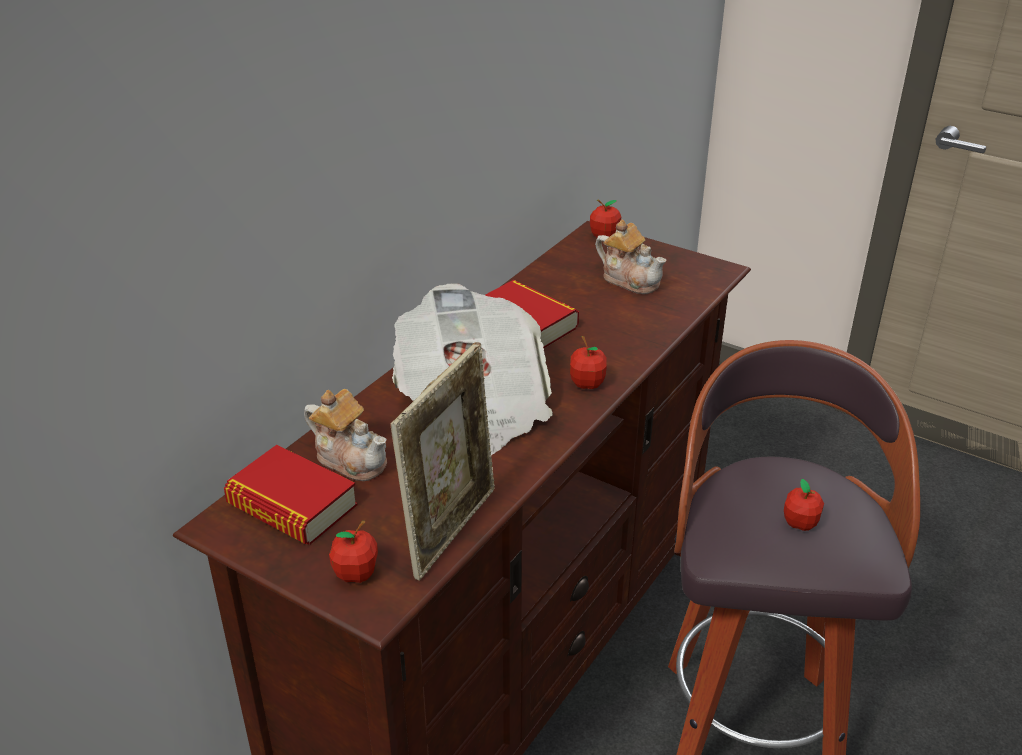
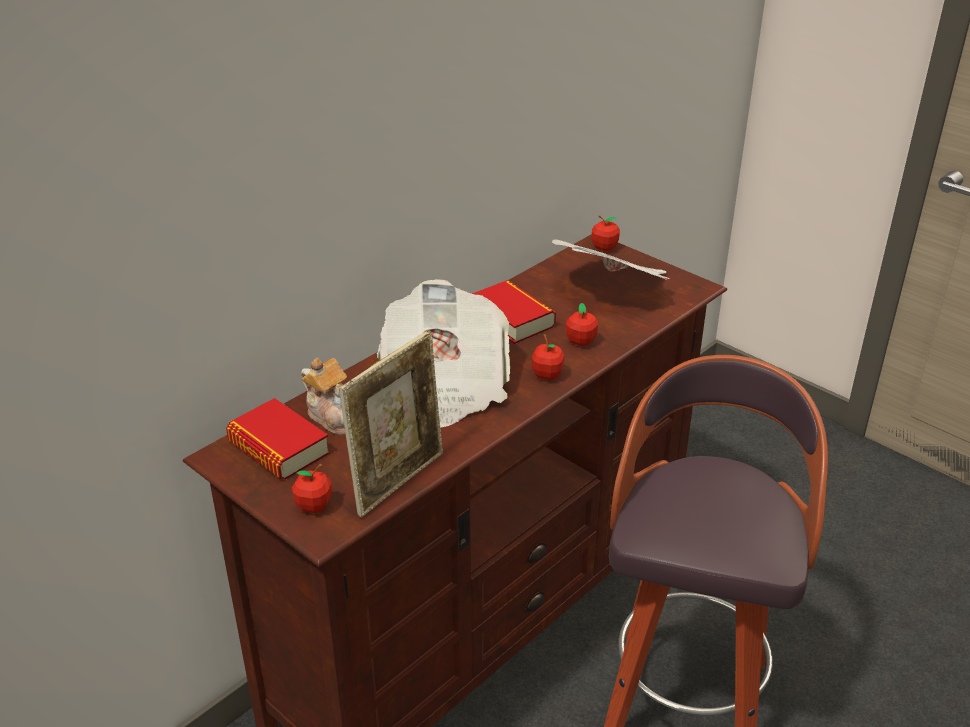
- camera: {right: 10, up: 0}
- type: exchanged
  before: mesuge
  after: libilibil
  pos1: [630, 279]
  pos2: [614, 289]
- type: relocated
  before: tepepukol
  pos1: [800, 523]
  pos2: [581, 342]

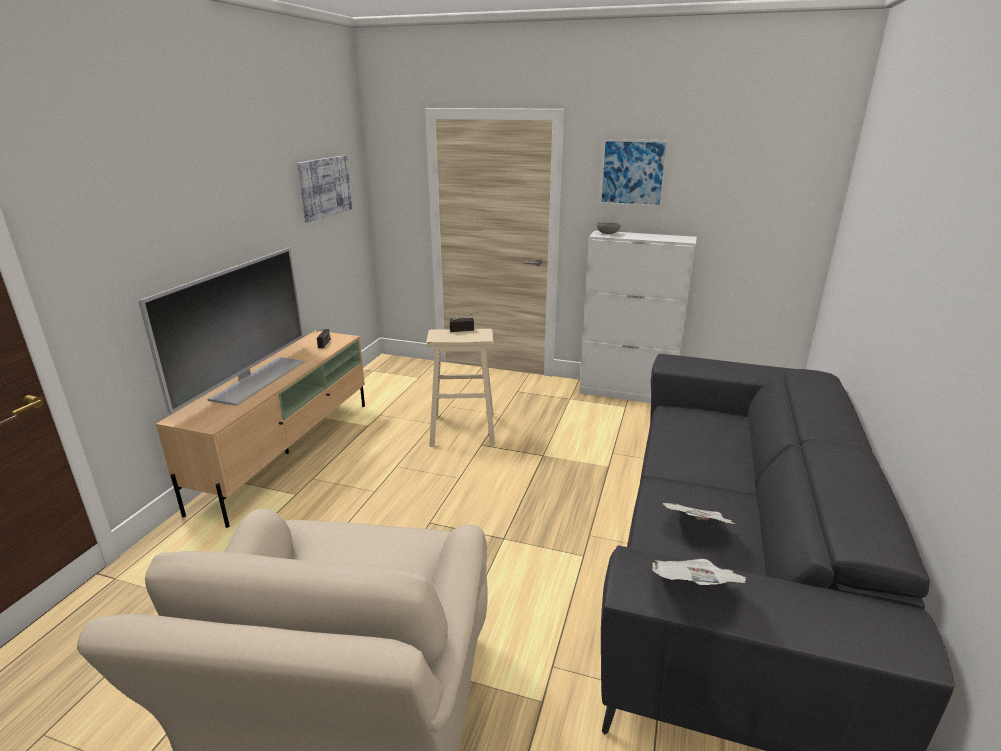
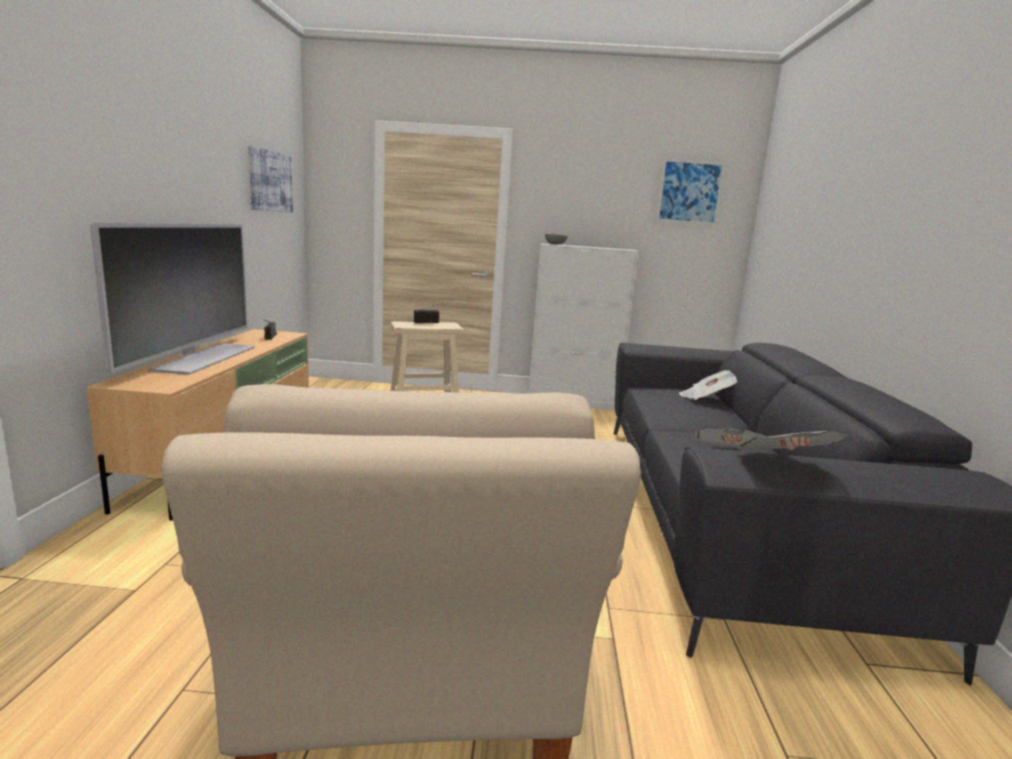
- camera: {right: -15, up: -10}
- type: relocated
  before: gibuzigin
  pos1: [632, 173]
  pos2: [689, 192]
- type: appeared
  after: libilibil
  pos2: [707, 398]

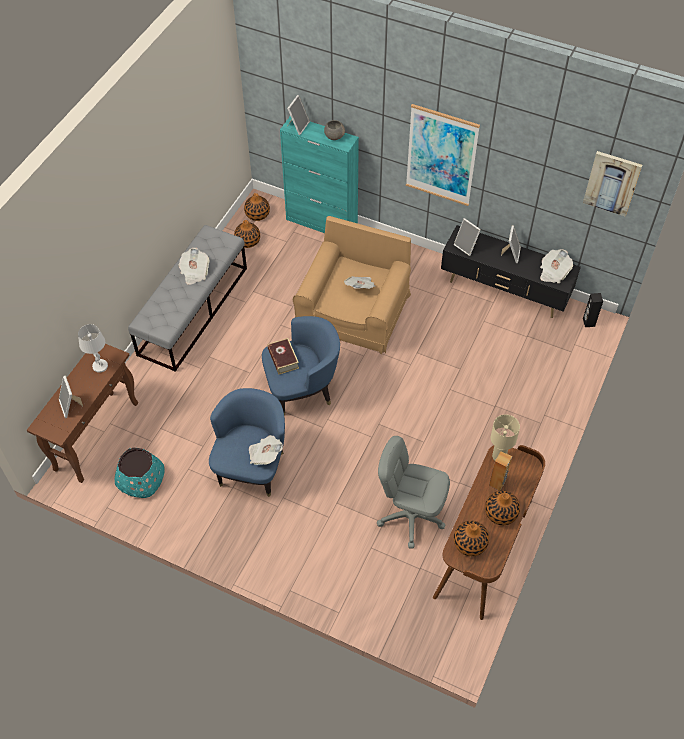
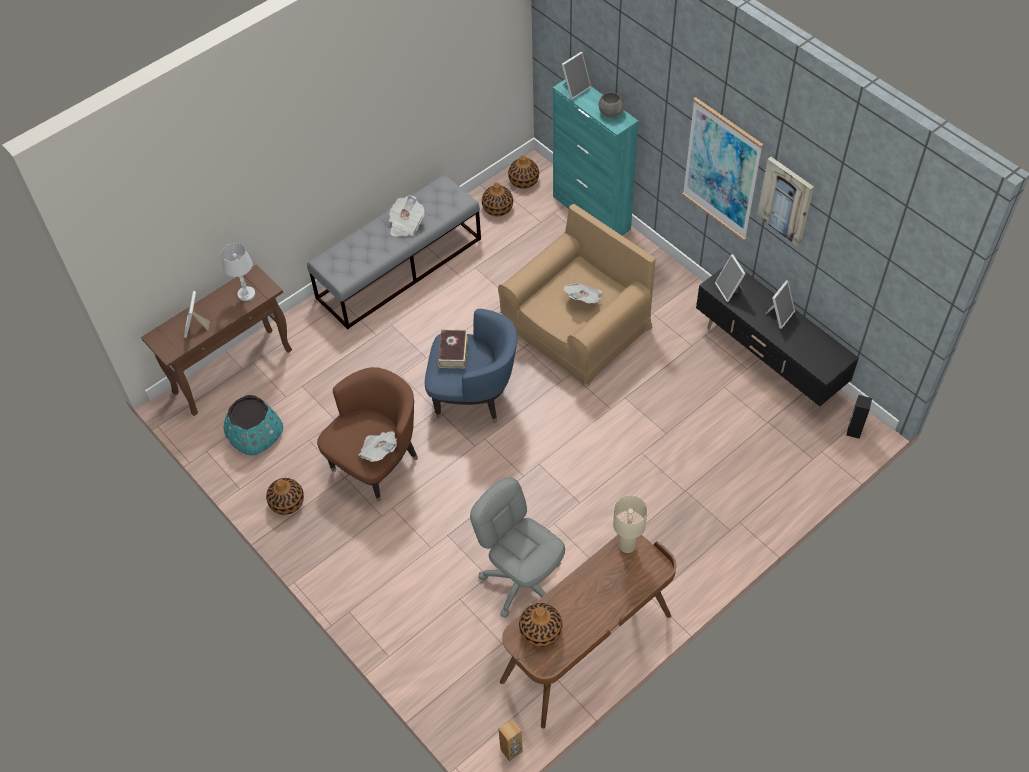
- camera: {right: 25, up: 0}
- type: relocated
  before: gibuzigin
  pos1: [612, 183]
  pos2: [786, 200]
- type: missing
  before: libilibil
  pos1: [553, 272]
- type: colour
  before: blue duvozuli
  after: brown duvozuli
  pos1: [252, 467]
  pos2: [376, 462]
- type: relocated
  before: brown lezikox
  pos1: [497, 483]
  pos2: [511, 751]
- type: relocated
  before: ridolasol
  pos1: [500, 513]
  pos2: [287, 502]

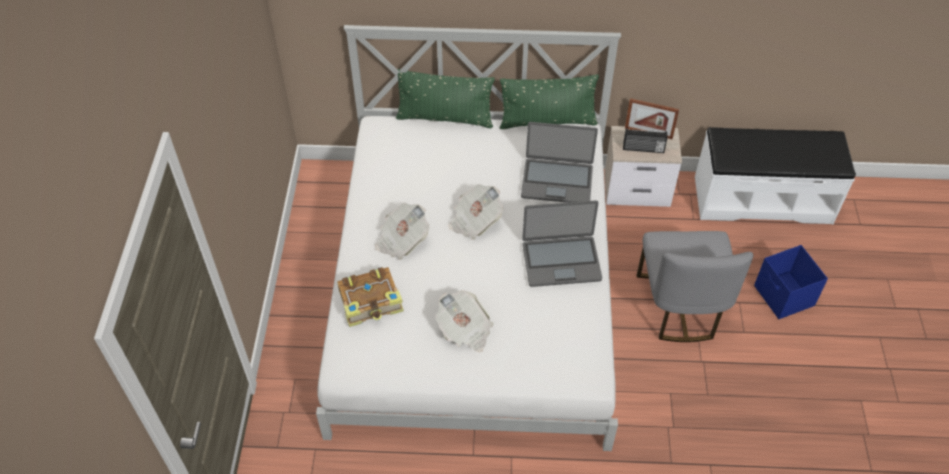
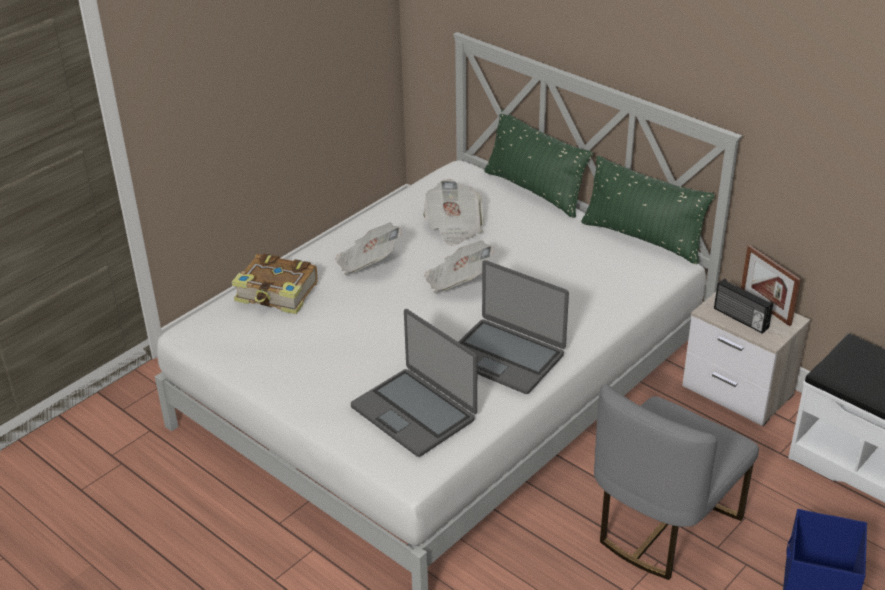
- camera: {right: 40, up: -15}
- type: relocated
  before: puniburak
  pos1: [557, 181]
  pos2: [414, 412]
- type: relocated
  before: libilibil
  pos1: [465, 330]
  pos2: [454, 227]

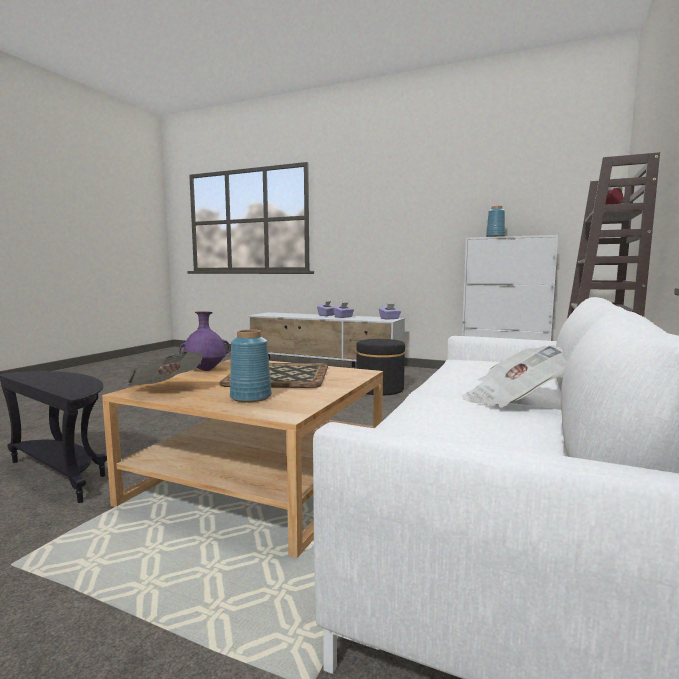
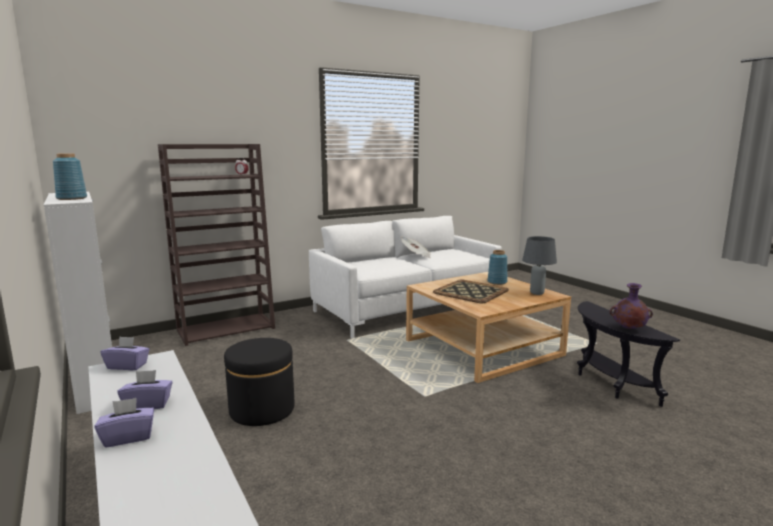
- camera: {right: -145, up: 5}
- type: relocated
  before: purple ridolasol
  pos1: [206, 370]
  pos2: [628, 329]
- type: exchanged
  before: libilibil
  after: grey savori
  pos1: [166, 389]
  pos2: [537, 293]

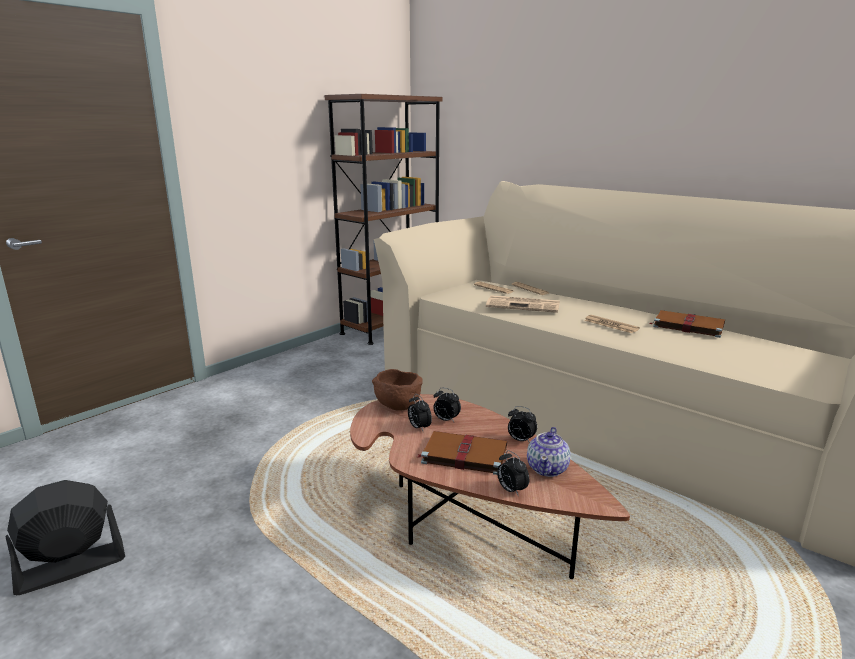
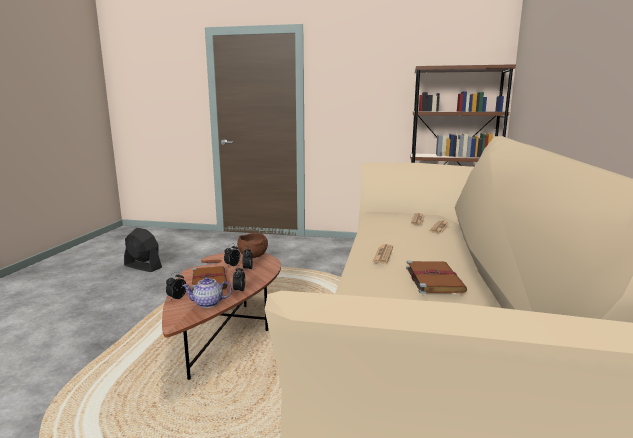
- camera: {right: 60, up: -5}
- type: missing
  before: libilibil
  pos1: [524, 305]

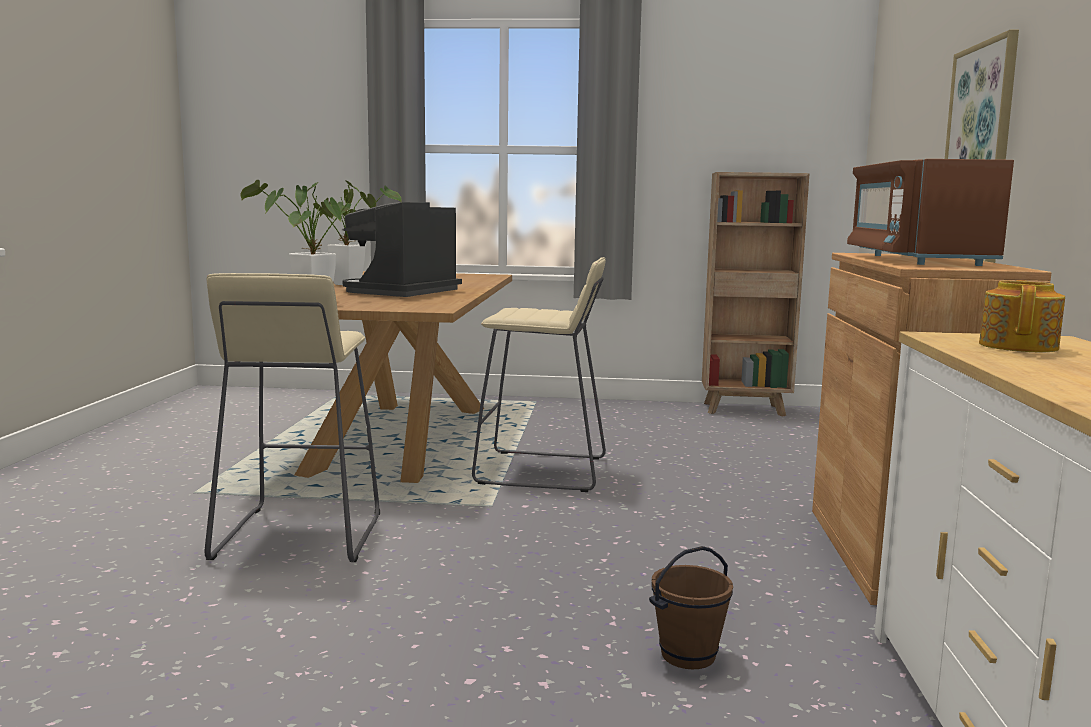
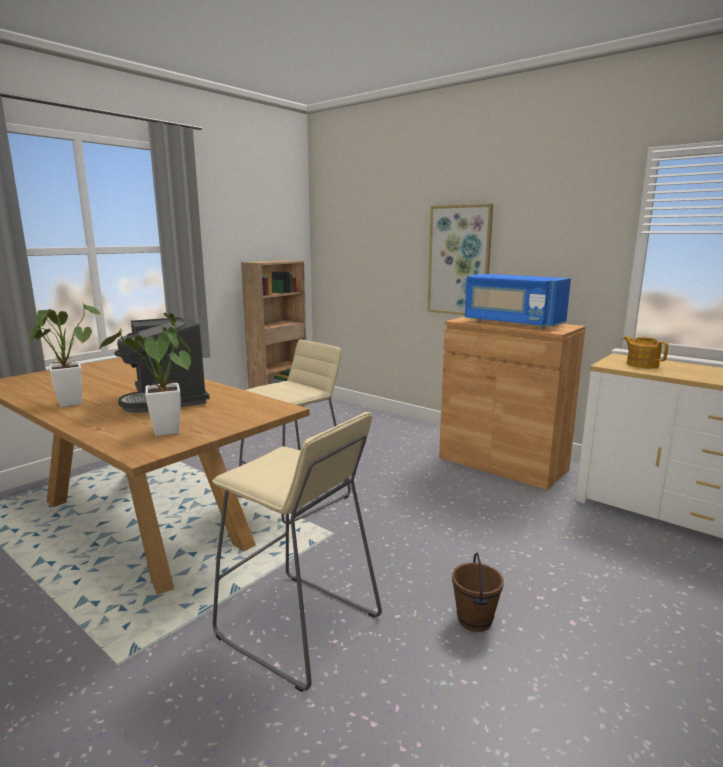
- camera: {right: -55, up: 5}
- type: colour
  before: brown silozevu
  after: blue silozevu
  pos1: [916, 260]
  pos2: [512, 323]
- type: relocated
  before: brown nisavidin
  pos1: [688, 656]
  pos2: [475, 620]

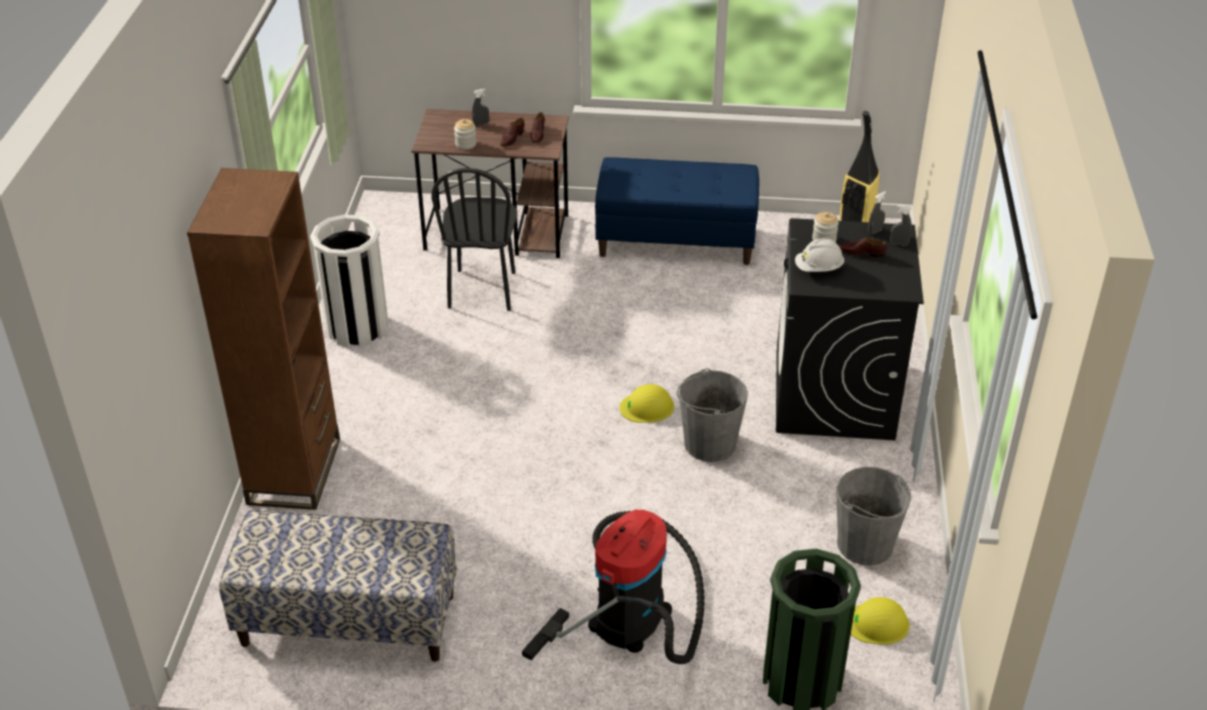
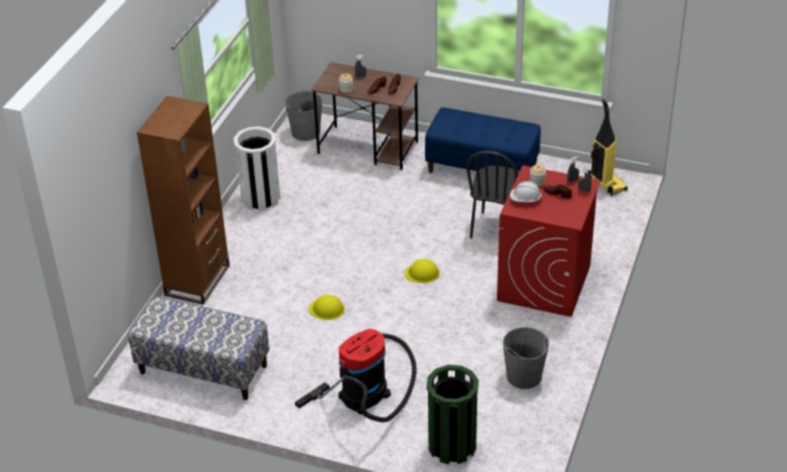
- camera: {right: 15, up: 0}
- type: relocated
  before: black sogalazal
  pos1: [482, 290]
  pos2: [495, 228]
- type: colour
  before: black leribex
  after: red leribex
  pos1: [834, 396]
  pos2: [544, 283]
- type: relocated
  before: grey nisavidin
  pos1: [709, 443]
  pos2: [305, 132]
- type: relocated
  before: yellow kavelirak
  pos1: [877, 623]
  pos2: [326, 309]

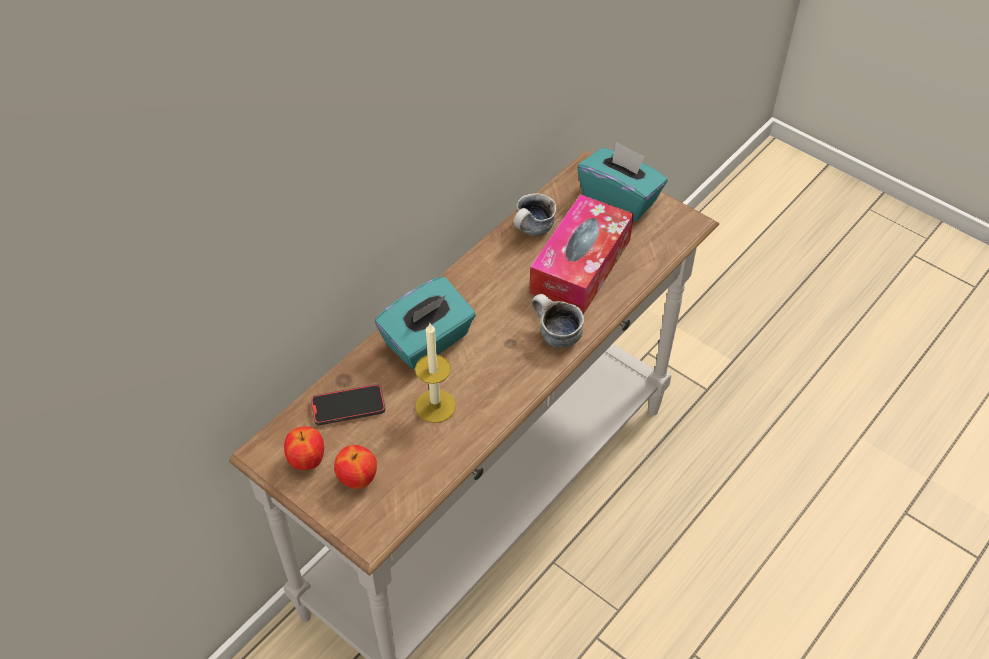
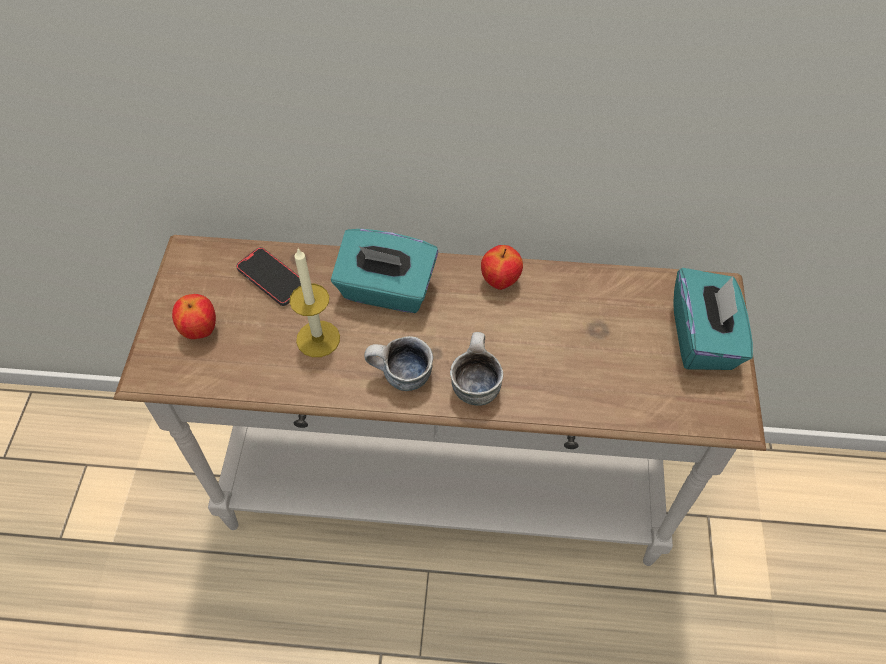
- camera: {right: 55, up: 5}
- type: relocated
  before: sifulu
  pos1: [532, 231]
  pos2: [400, 378]
- type: missing
  before: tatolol
  pos1: [580, 266]
- type: relocated
  before: tepepukol
  pos1: [307, 461]
  pos2: [500, 281]

